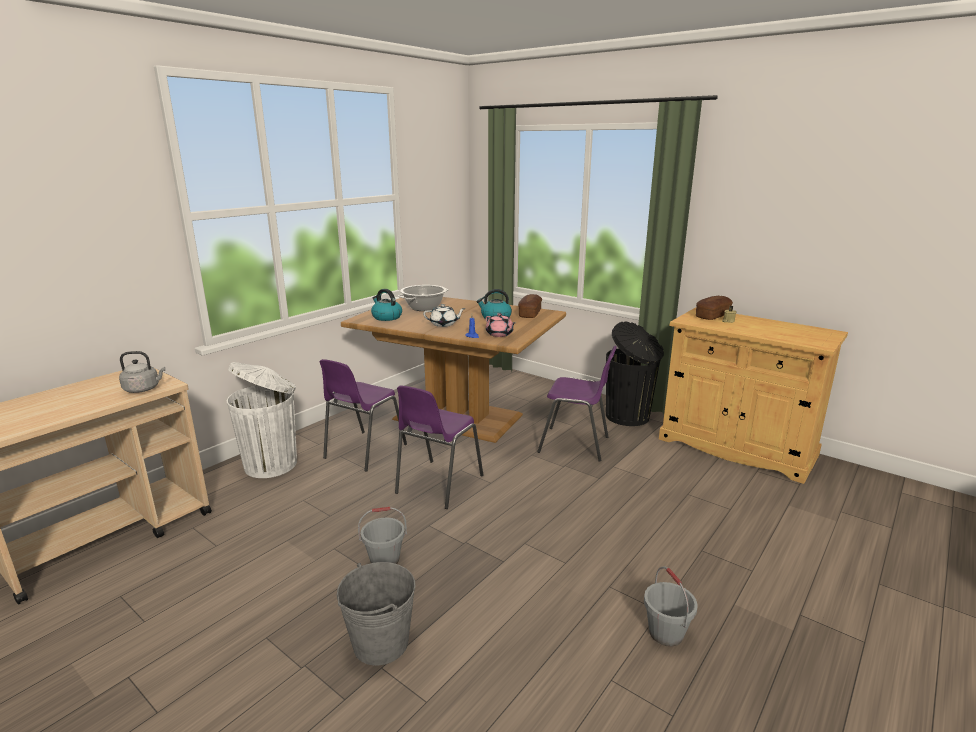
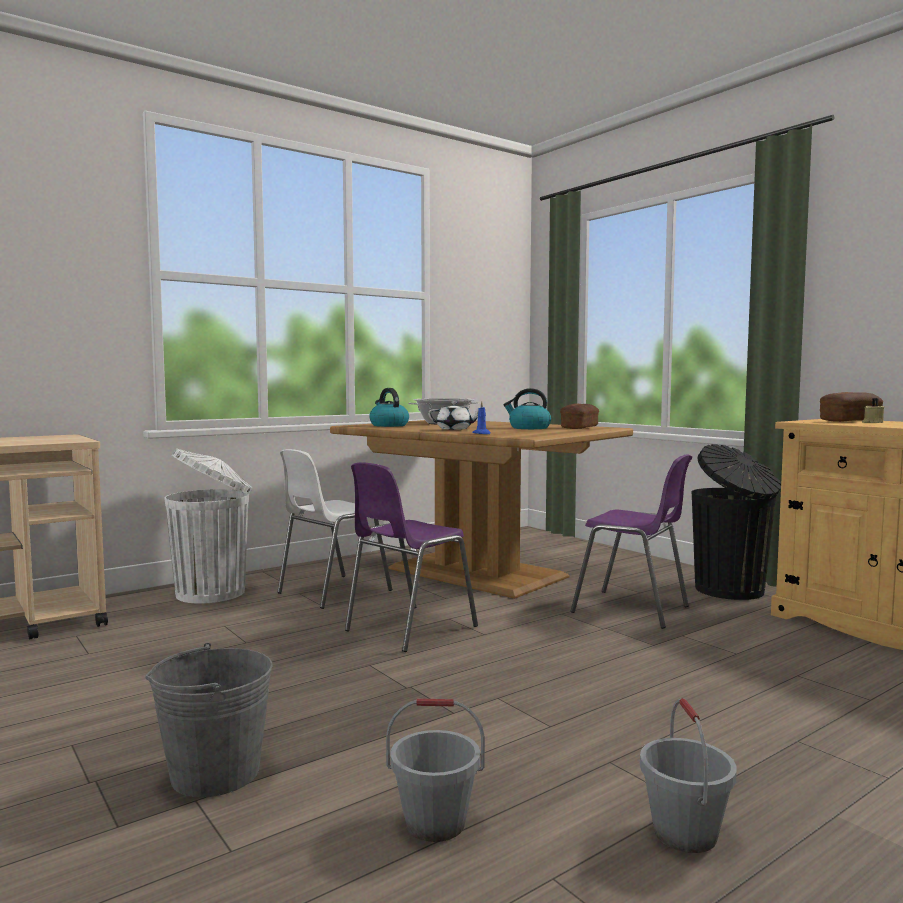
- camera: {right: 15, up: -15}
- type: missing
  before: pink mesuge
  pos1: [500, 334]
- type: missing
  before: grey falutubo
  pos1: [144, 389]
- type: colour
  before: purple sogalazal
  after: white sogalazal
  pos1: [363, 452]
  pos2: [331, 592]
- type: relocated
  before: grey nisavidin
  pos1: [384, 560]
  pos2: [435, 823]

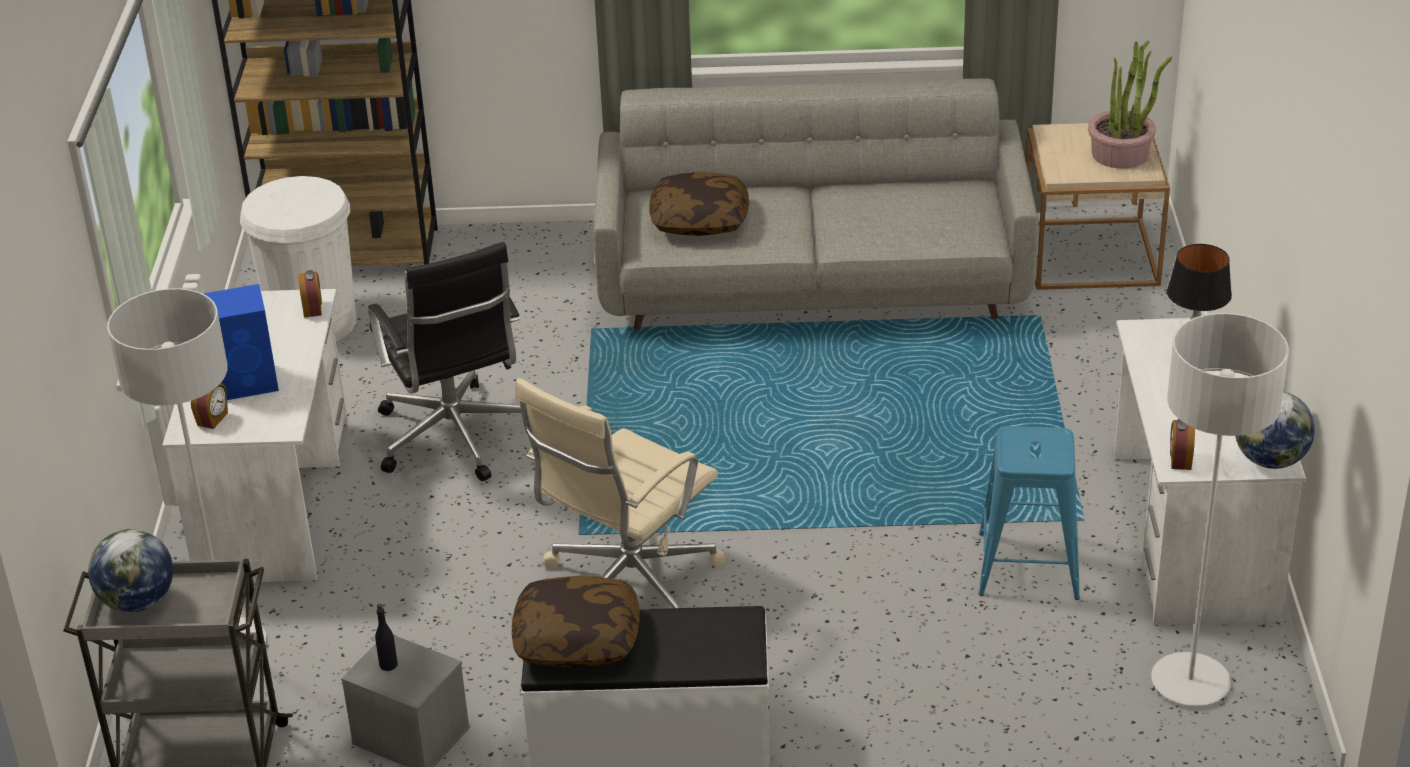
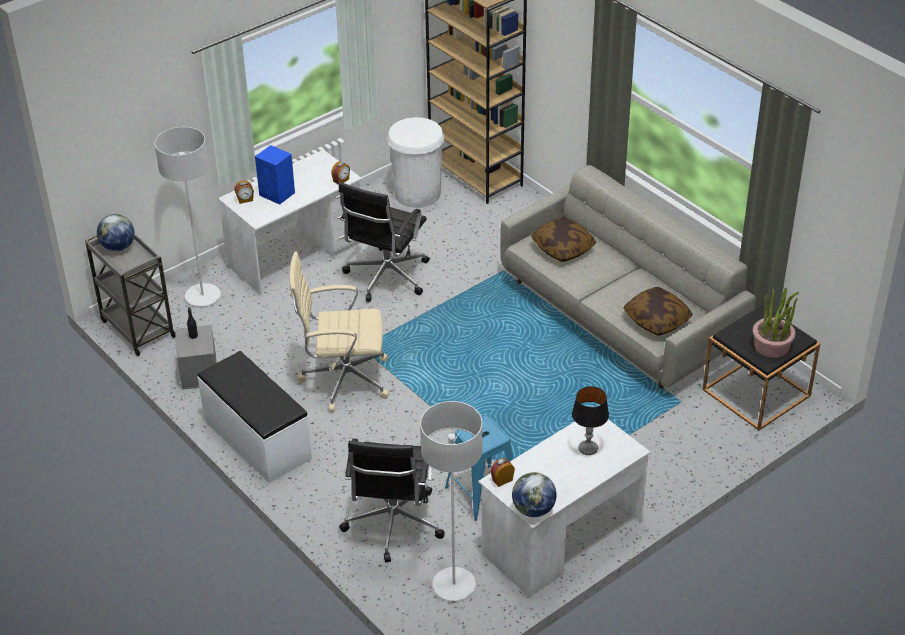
- camera: {right: 50, up: 5}
- type: colour
  before: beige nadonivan
  after: black nadonivan
  pos1: [1090, 254]
  pos2: [756, 393]
- type: relocated
  before: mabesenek
  pos1: [577, 639]
  pos2: [657, 320]
- type: appeared
  after: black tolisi
  pos2: [393, 525]

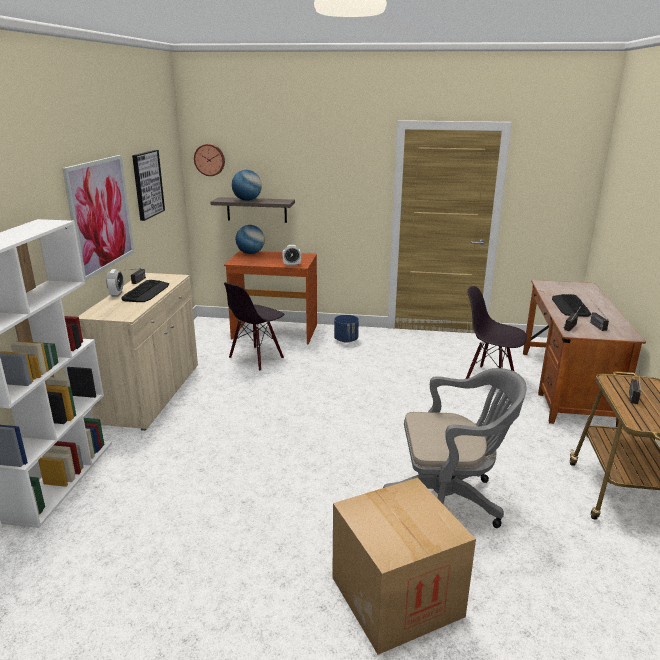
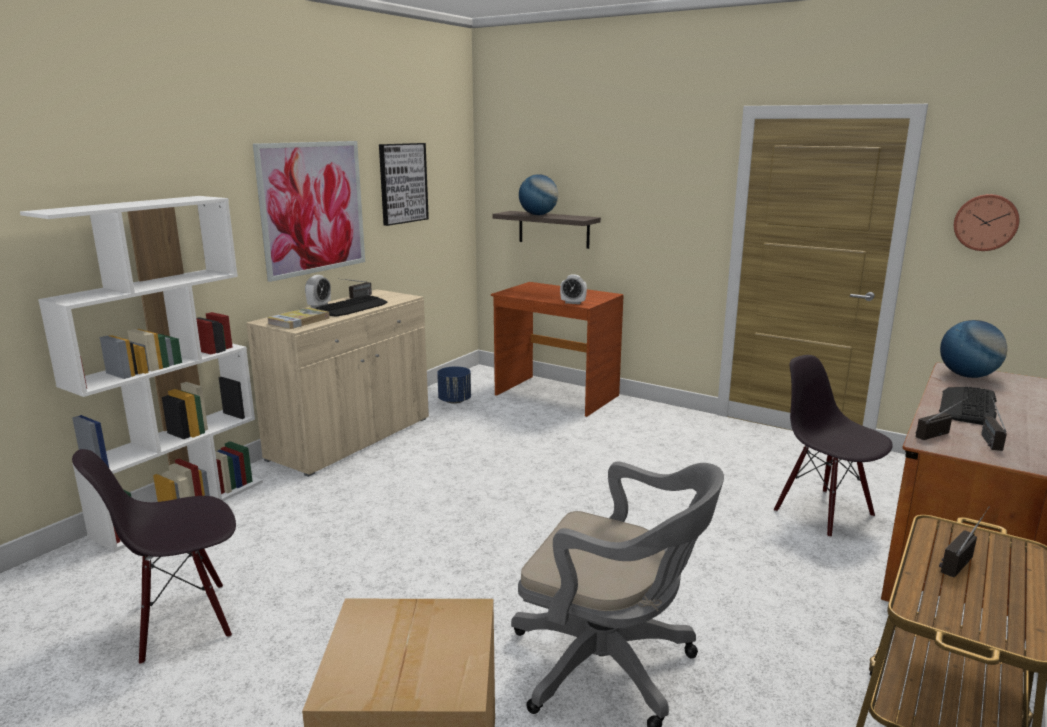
- camera: {right: 25, up: -5}
- type: relocated
  before: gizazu
  pos1: [210, 160]
  pos2: [986, 222]
- type: relocated
  before: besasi
  pos1: [250, 253]
  pos2: [967, 376]
- type: relocated
  before: black sogalazal
  pos1: [256, 358]
  pos2: [183, 621]
- type: relocated
  before: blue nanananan
  pos1: [346, 340]
  pos2: [455, 401]
- type: appeared
  after: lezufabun
  pos2: [299, 321]

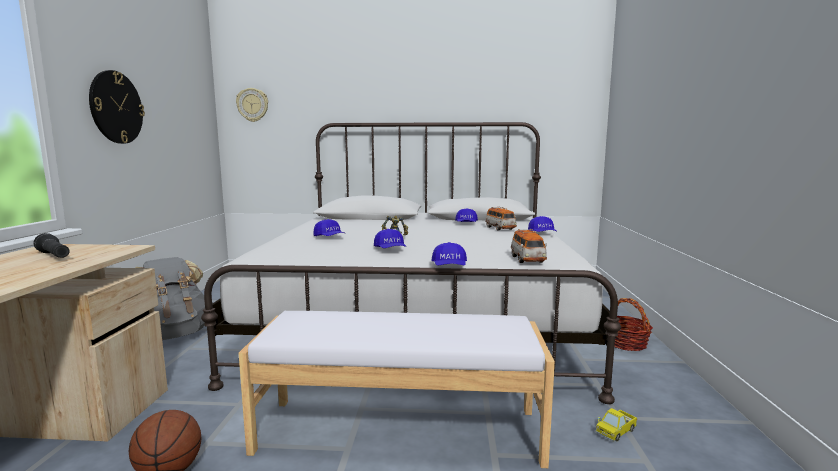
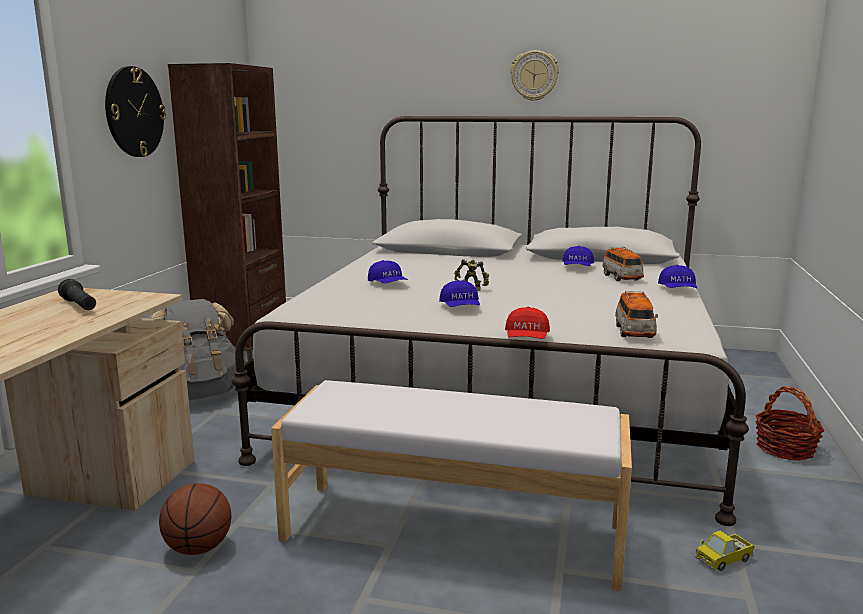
- camera: {right: 10, up: 5}
- type: relocated
  before: gizazu
  pos1: [252, 105]
  pos2: [534, 76]
- type: colour
  before: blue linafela
  after: red linafela
  pos1: [449, 267]
  pos2: [526, 339]
- type: appeared
  after: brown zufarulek
  pos2: [244, 349]

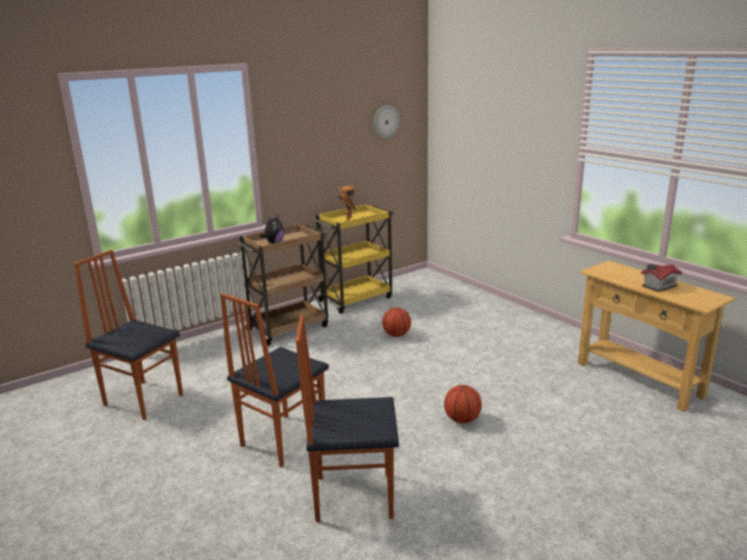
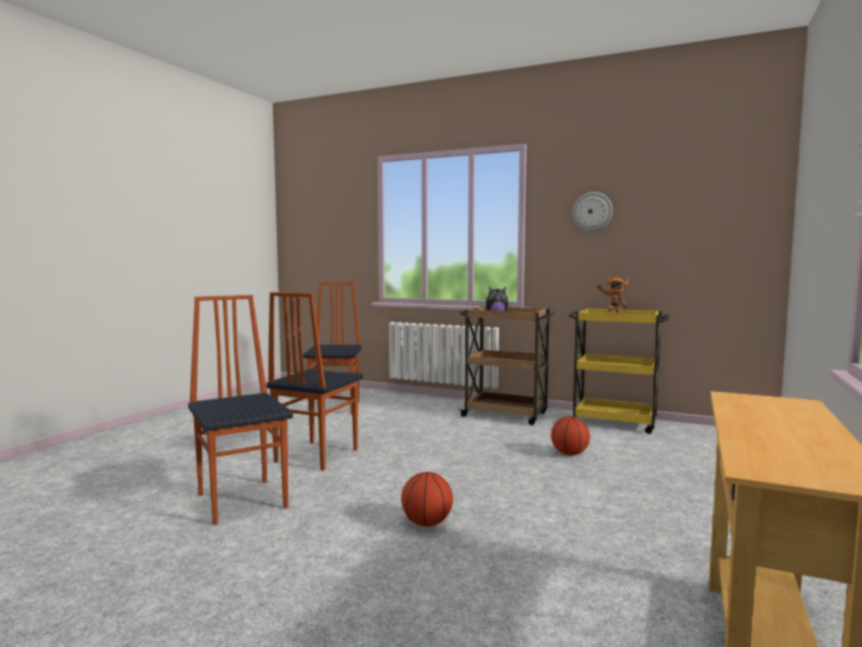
- camera: {right: 60, up: -15}
- type: relocated
  before: gizazu
  pos1: [385, 122]
  pos2: [592, 211]
- type: missing
  before: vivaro
  pos1: [658, 286]
- type: spun
  before: sogalazal
  pos1: [282, 440]
  pos2: [315, 455]
  turn: -75

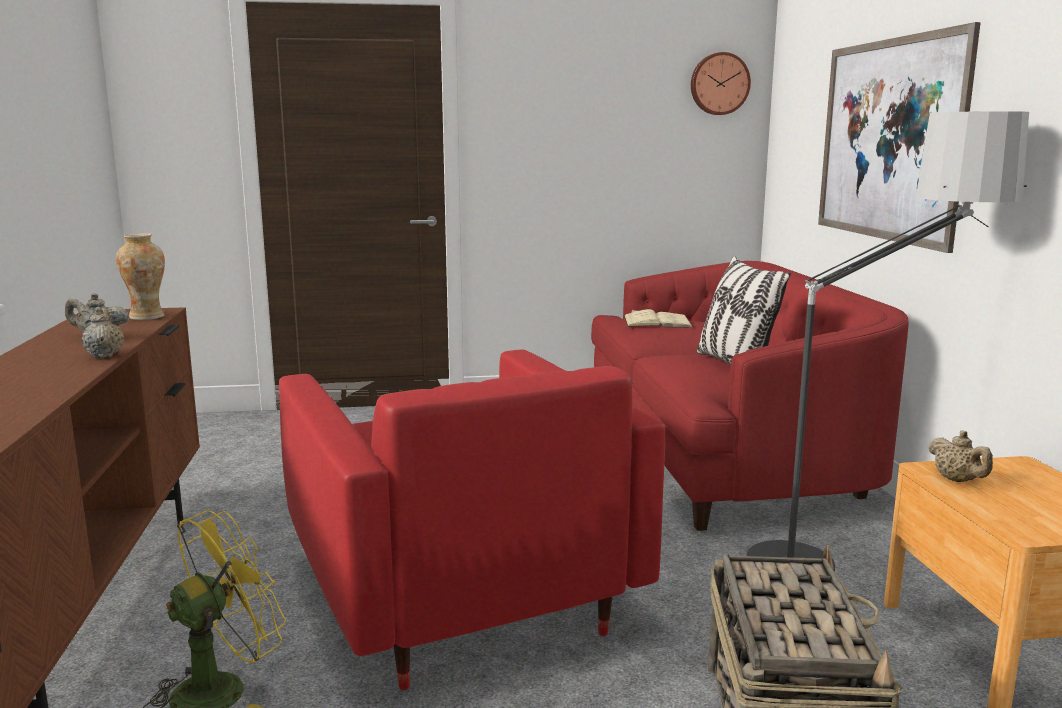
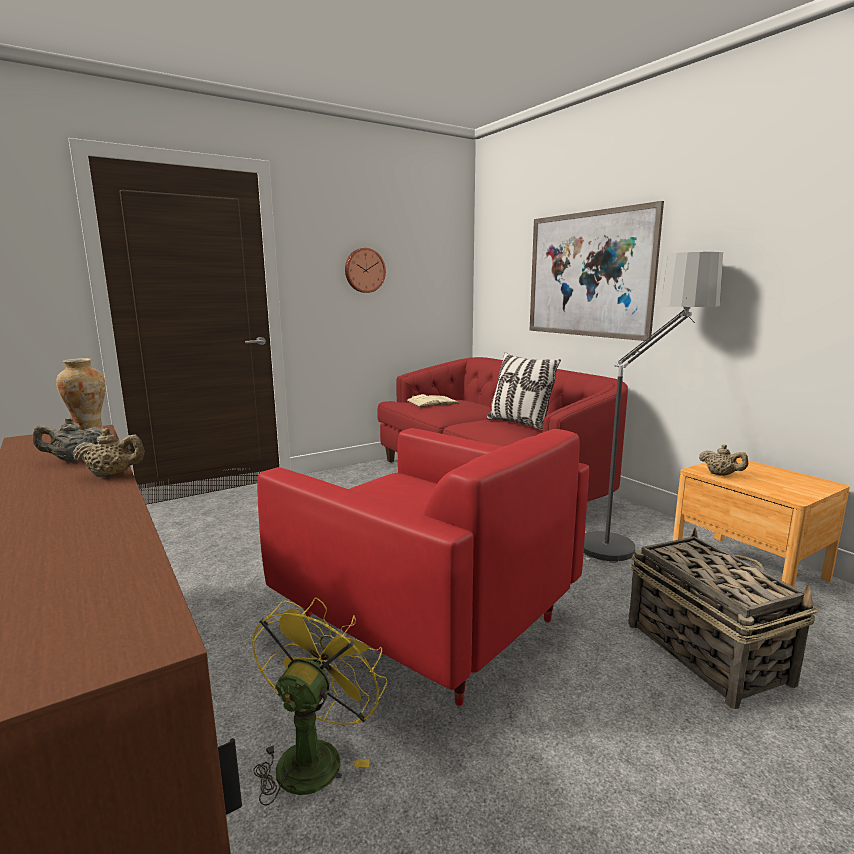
- camera: {right: -25, up: 0}
- type: relocated
  before: gizazu
  pos1: [719, 84]
  pos2: [364, 270]
- type: spun
  before: beige mesuge
  pos1: [105, 355]
  pos2: [113, 475]
  turn: 135

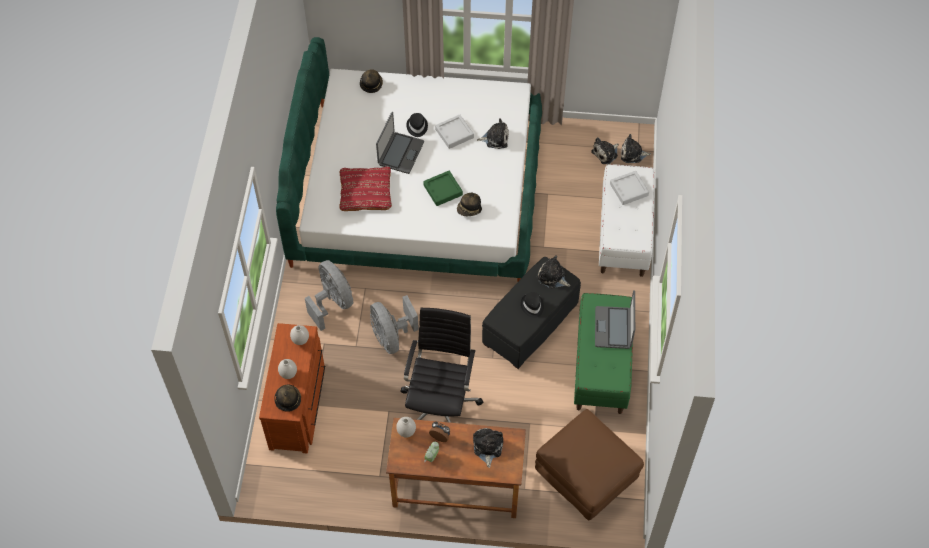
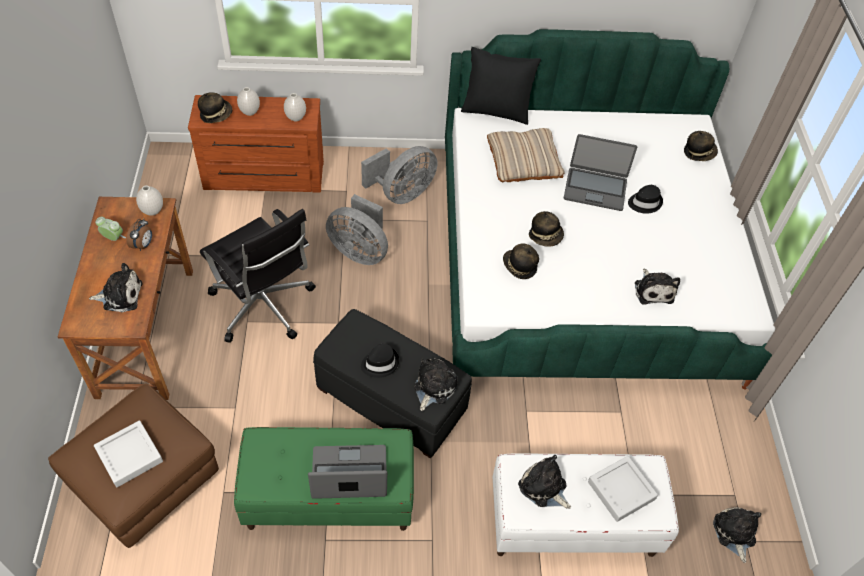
- camera: {right: 80, up: -5}
- type: relocated
  before: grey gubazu
  pos1: [454, 133]
  pos2: [129, 456]
- type: relocated
  before: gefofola
  pos1: [606, 153]
  pos2: [544, 488]
- type: colour
  before: red mabesenek
  after: beige mabesenek
  pos1: [365, 192]
  pos2: [524, 160]
- type: exchanged
  before: green gubazu
  after: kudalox
  pos1: [443, 190]
  pos2: [546, 236]
- type: spun
  before: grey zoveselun
  pos1: [391, 337]
  pos2: [360, 251]
  turn: -120
- type: spun
  before: black tolisi
  pos1: [440, 405]
  pos2: [264, 307]
  turn: 45
- type: appeared
  after: black mabesenek
  pos2: [496, 110]

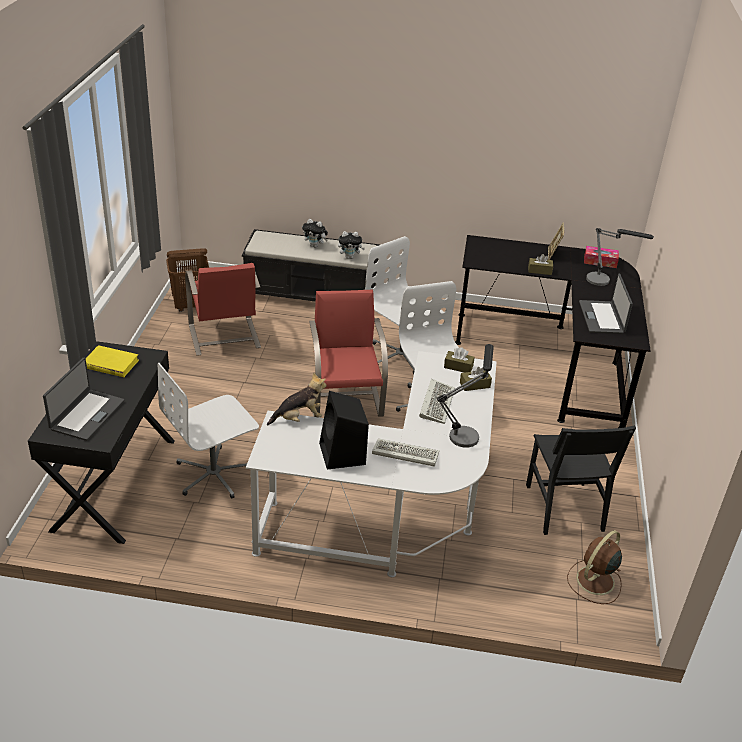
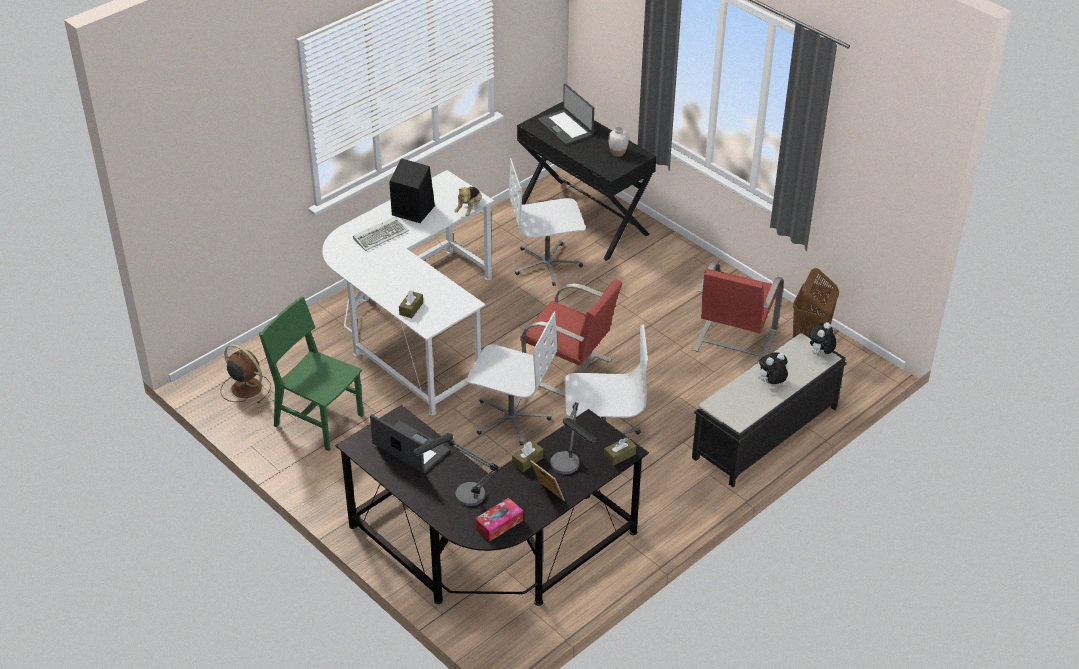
- camera: {right: 130, up: 5}
- type: relocated
  before: gefofola
  pos1: [350, 257]
  pos2: [820, 354]
- type: spun
  before: red sogalazal
  pos1: [224, 337]
  pos2: [733, 341]
  turn: -90
- type: relocated
  before: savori
  pos1: [466, 432]
  pos2: [570, 469]
- type: exchanged
  before: yellow lezufabun
  after: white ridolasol
  pos1: [110, 364]
  pos2: [617, 153]
- type: relocated
  before: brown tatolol
  pos1: [458, 367]
  pos2: [619, 456]
- type: spun
  before: white tolisi
  pos1: [214, 474]
  pos2: [547, 264]
  turn: -105
- type: missing
  before: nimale
  pos1: [436, 402]
- type: colour
  before: black sogalazal
  after: green sogalazal
  pos1: [564, 507]
  pos2: [319, 420]
- type: spun
  before: brown zoveselun
  pos1: [594, 581]
  pos2: [245, 388]
  turn: -45

